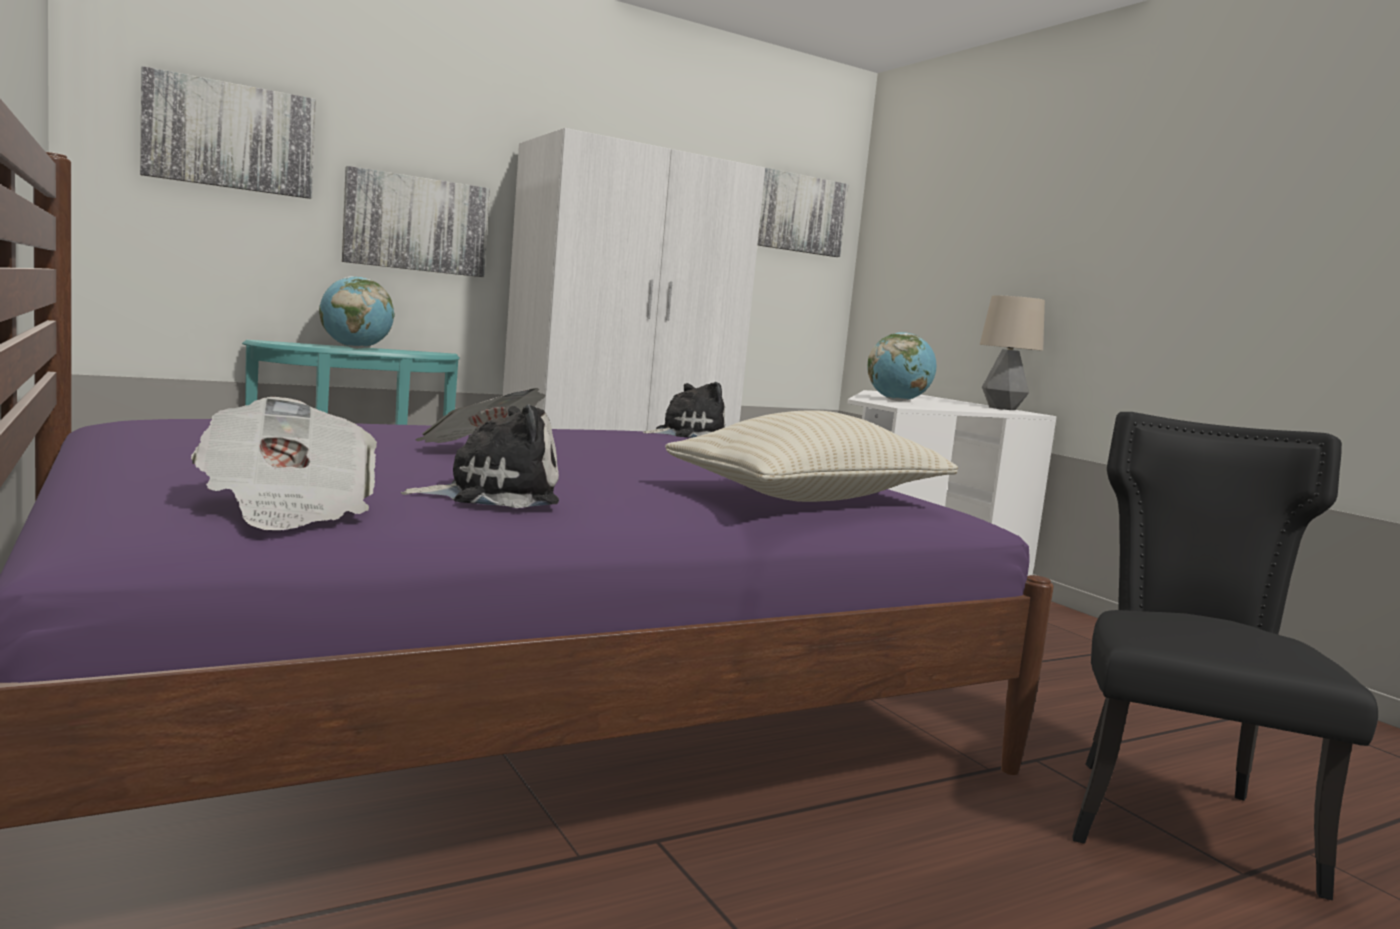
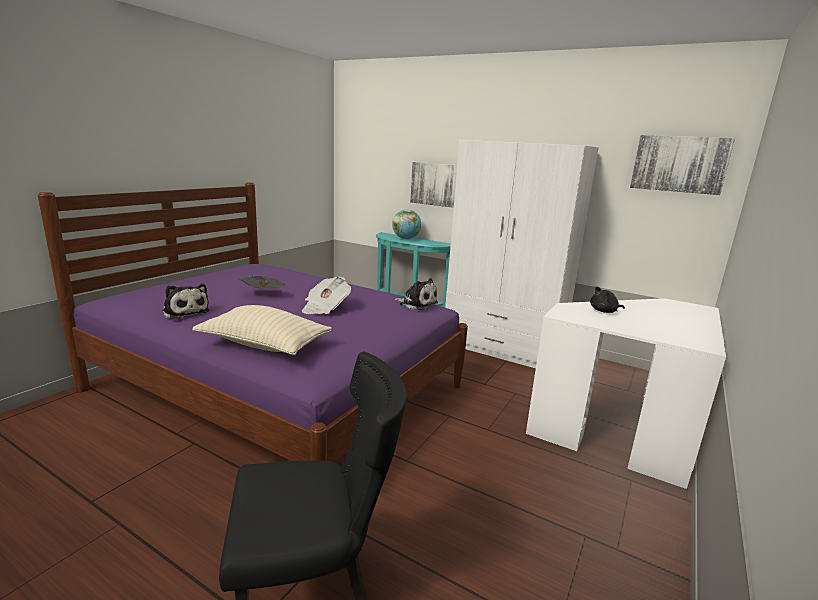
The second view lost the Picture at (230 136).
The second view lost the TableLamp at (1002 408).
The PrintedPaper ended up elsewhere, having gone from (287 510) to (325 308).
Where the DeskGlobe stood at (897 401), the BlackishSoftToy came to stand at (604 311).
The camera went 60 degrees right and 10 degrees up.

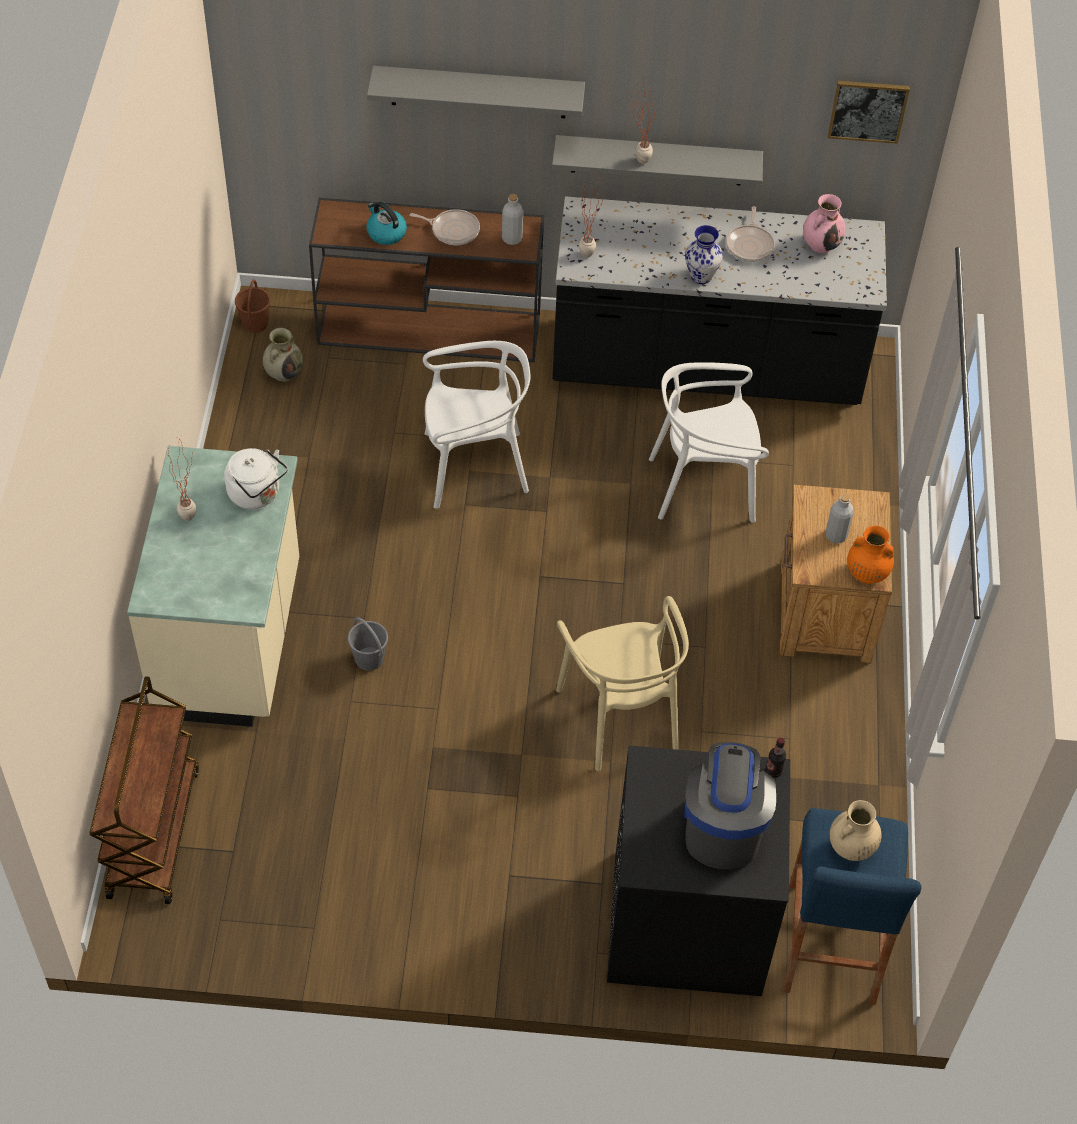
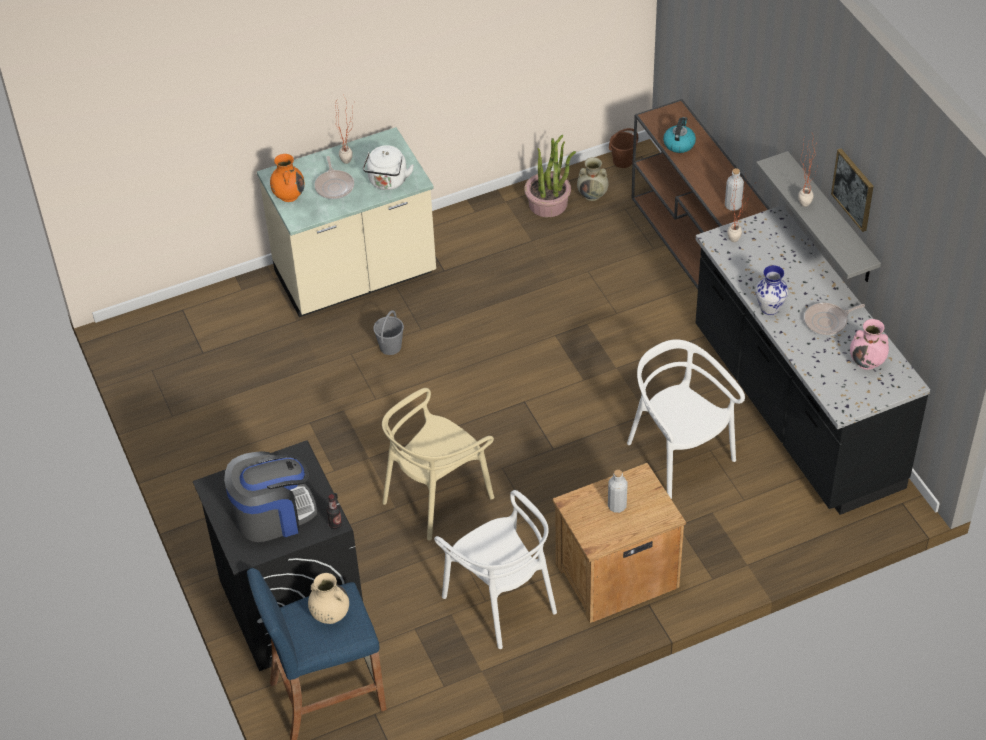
The second view lost the BrownColouredWheeledCart at (153 831).
The second view lost the GreyishBracketShelf at (478 92).
The second view gained the PlantInAPot at (548 204).
The Pan ended up elsewhere, having gone from (453 230) to (334 186).
The WhiteColouredUprightChair ended up elsewhere, having gone from (474 466) to (501 601).
The Picture ended up elsewhere, having gone from (868 110) to (853 189).
The OrangeColouredFlowerVase ended up elsewhere, having gone from (866 573) to (289 195).
The camera went 65 degrees right and 5 degrees down.

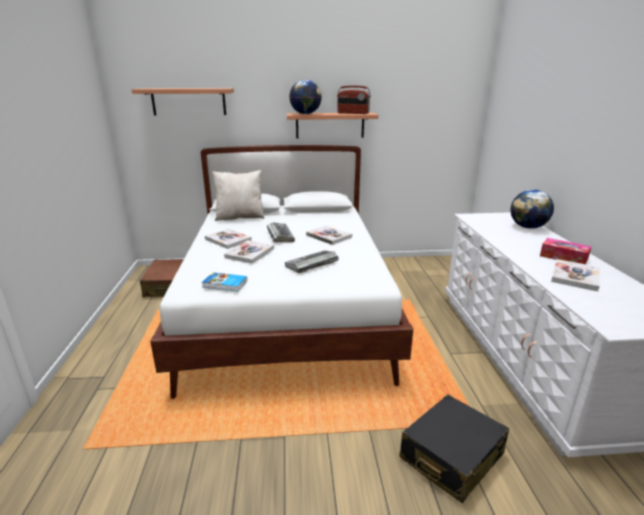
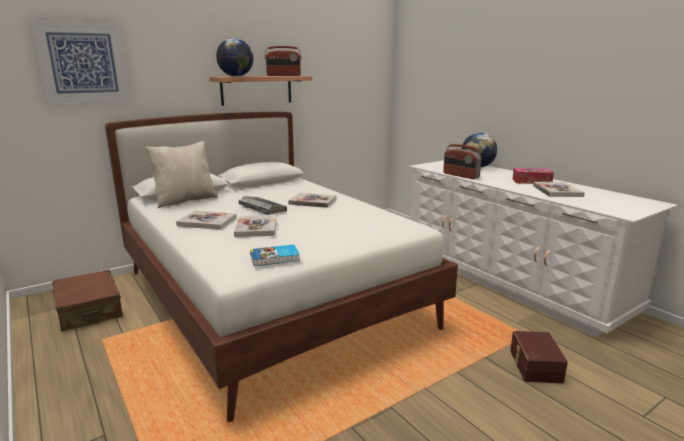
The second view lost the PcKeyboard at (311 265).
The second view gained the RadioReceiver at (460 175).
Where the BracketShelf hung at (188 101), the Picture came to hang at (83 62).
Where the BlackishPieceOfLuggage stood at (451 456), the BrownColouredStorageBox came to stand at (534 366).
The camera went 30 degrees left and 5 degrees down.

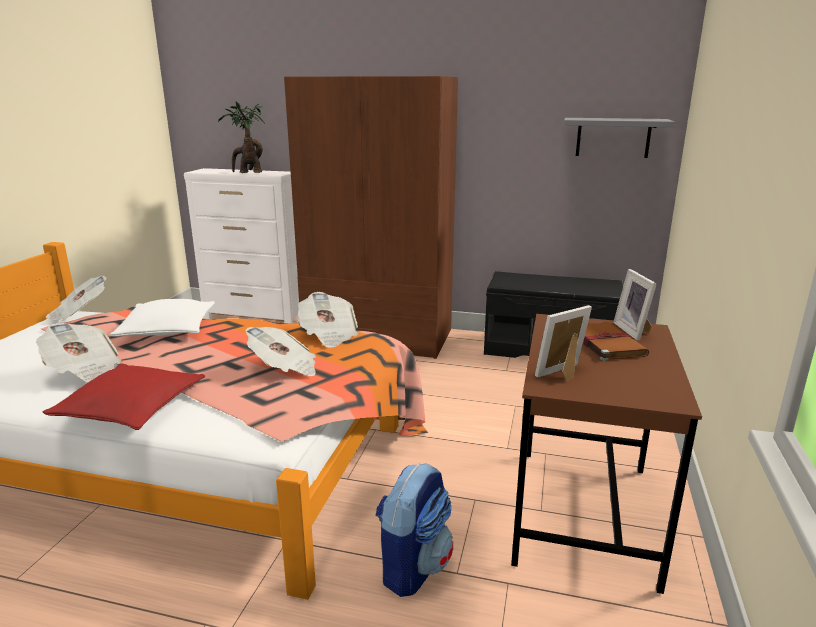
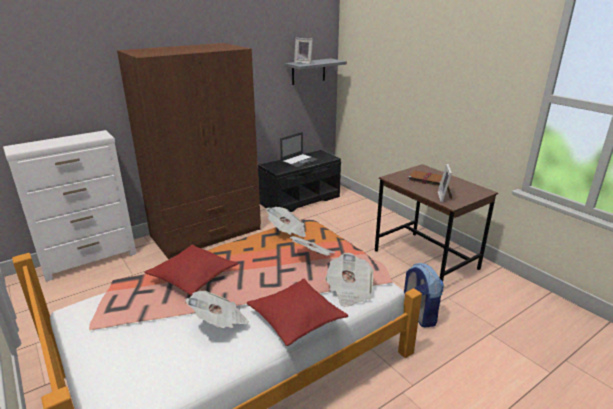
The second view lost the PlantInAPot at (248 173).
The second view gained the PortableComputer at (299 161).
The PrintedPaper ended up elsewhere, having gone from (79 313) to (349 291).
The PhotoFrame ended up elsewhere, having gone from (634 331) to (304 62).
What was the WhiteColouredThrowPillow at (167 329) turned into the RedColouredThrowPillow at (193 276).
The camera went 50 degrees left and 5 degrees up.

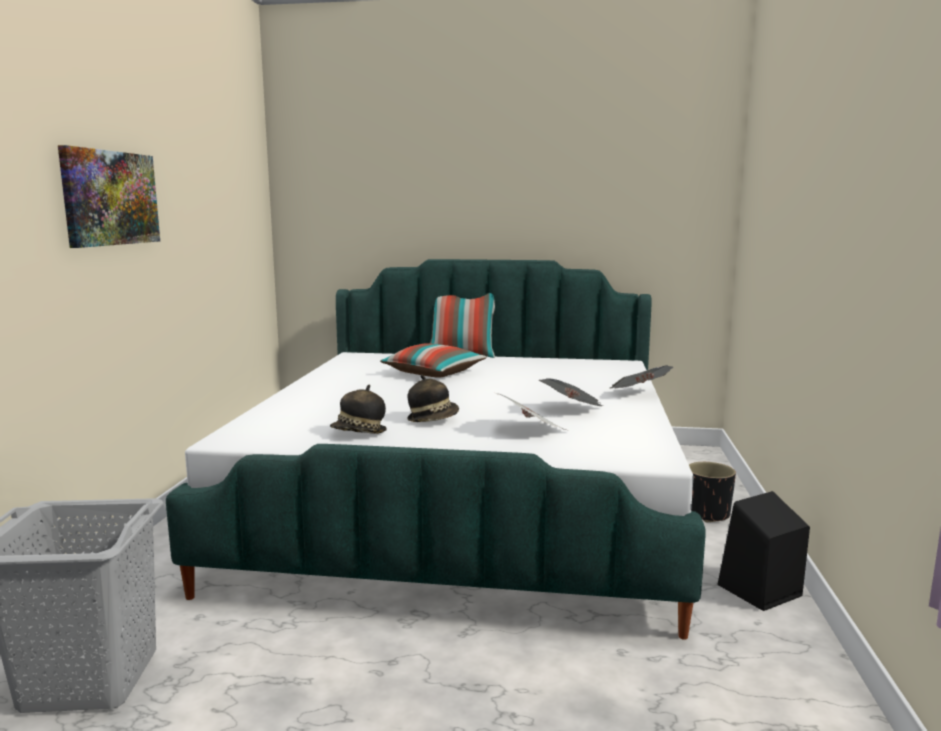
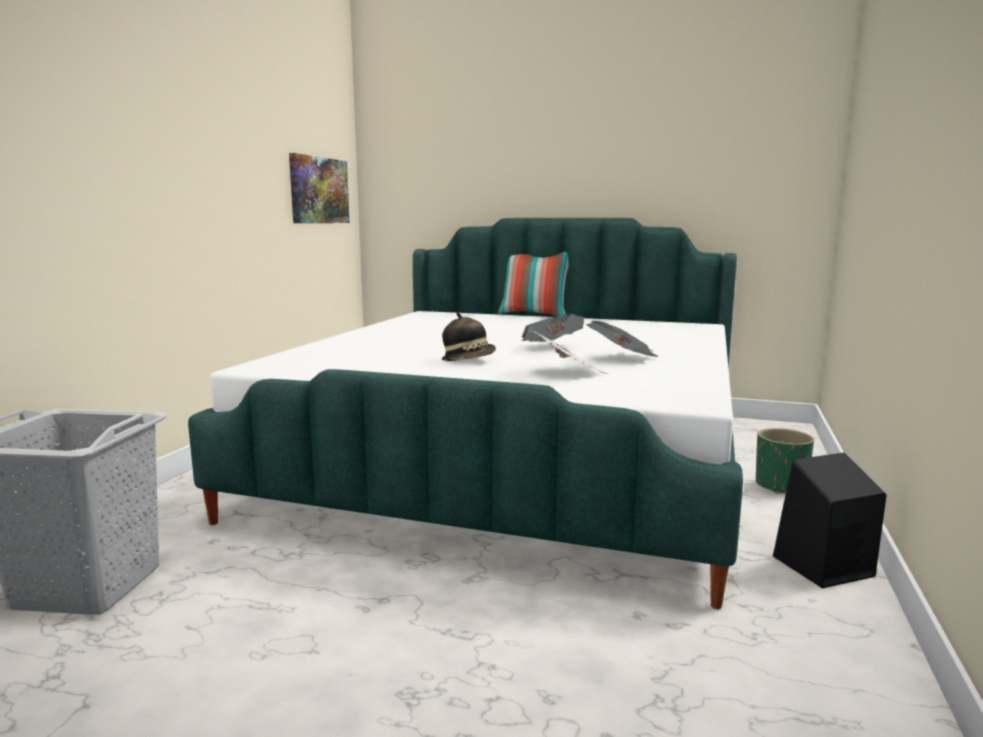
The second view lost the Hat at (359 433).
The second view lost the ThrowPillow at (433 373).
The Picture ended up elsewhere, having gone from (110 198) to (319 190).
The PrintedPaper ended up elsewhere, having gone from (639 394) to (551 347).
What was the BlackishPlanter at (708 514) turned into the GreenPlanter at (781 486).
The camera went 10 degrees right and 0 degrees up.

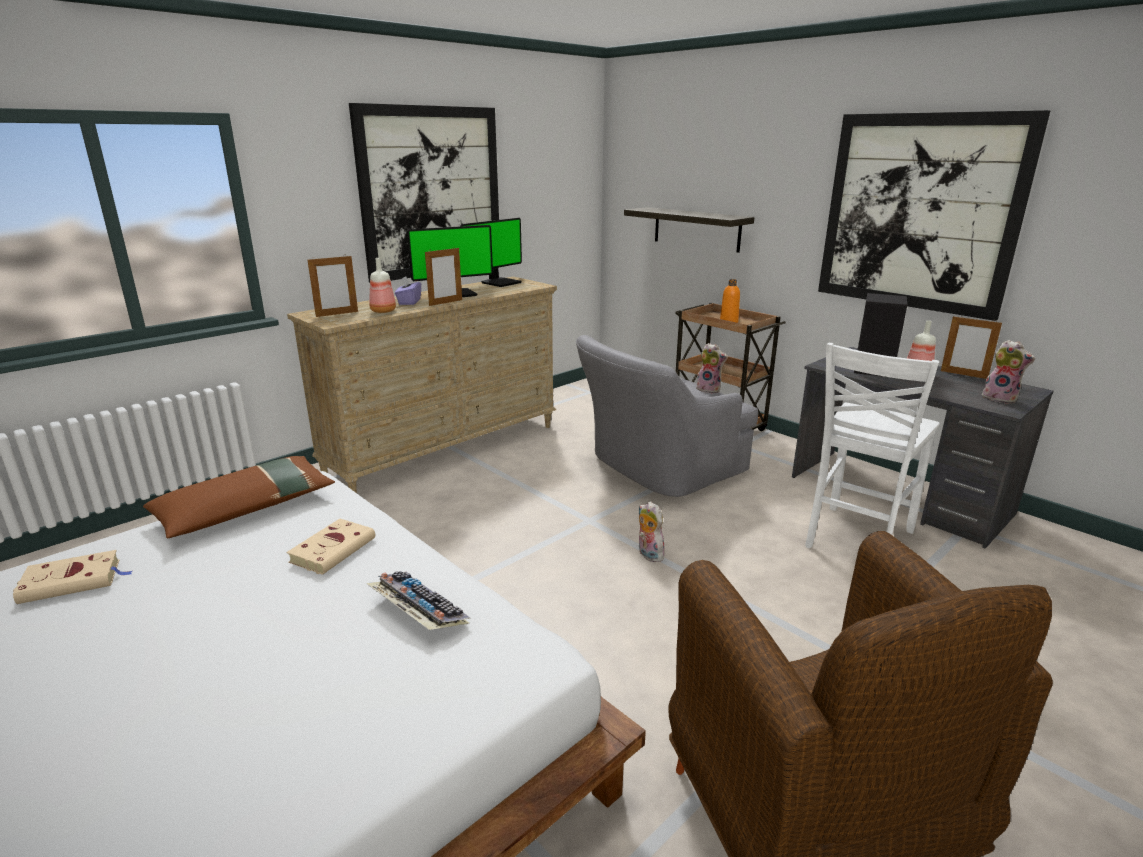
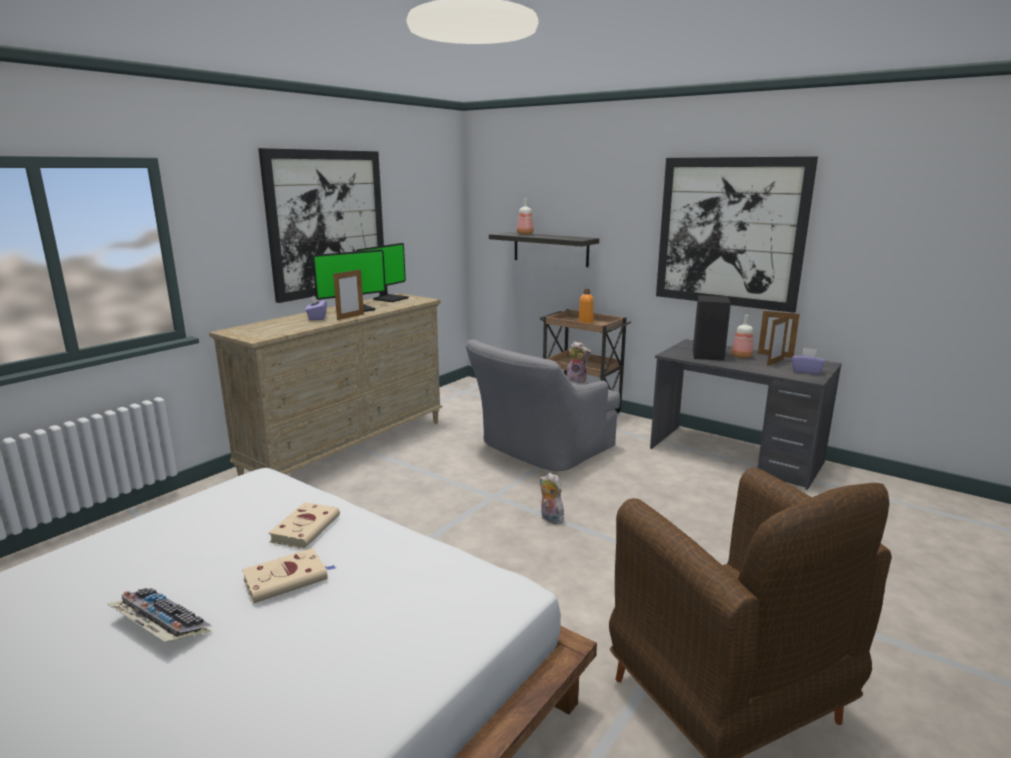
The second view lost the BrownColouredThrowPillow at (246 508).
The second view lost the WhiteColouredUprightChair at (855 539).
The BeigeVolume ended up elsewhere, having gone from (74 581) to (288 579).
The PhotoFrame ended up elsewhere, having gone from (337 314) to (775 362).
The PcKeyboard ended up elsewhere, having gone from (416 610) to (159 625).
The DrinkBottle ended up elsewhere, having gone from (383 311) to (525 234).
Where the SoftToy stood at (1000 398), the PurpleBoxOfTissues came to stand at (806 371).
The camera went 10 degrees left and 5 degrees down.

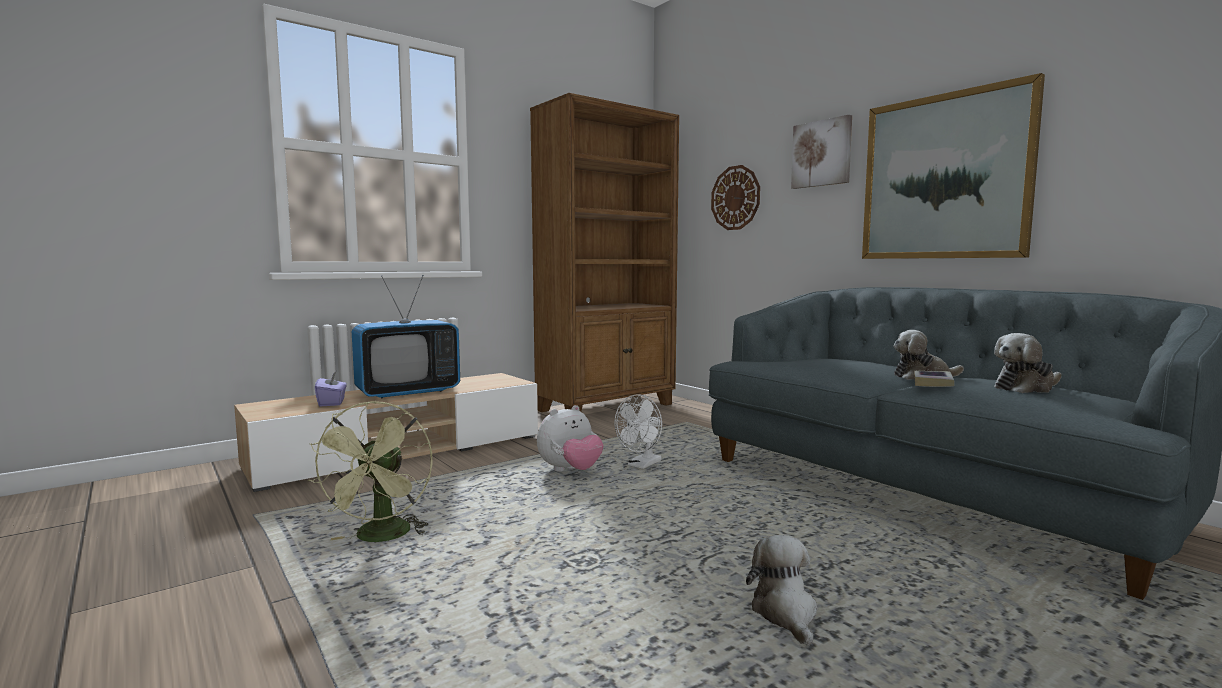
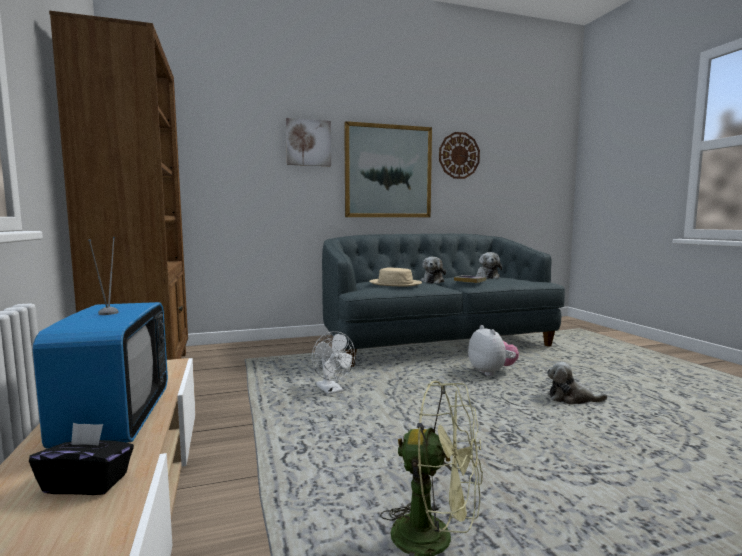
The second view gained the BeigeHat at (395 283).
The SoftToy ended up elsewhere, having gone from (570 471) to (491 372).
The ClockOnTheWall ended up elsewhere, having gone from (735 198) to (459 155).
What was the PurpleBoxOfTissues at (332 402) turned into the BlackishBoxOfTissues at (87 483).
The camera went 70 degrees left and 0 degrees up.

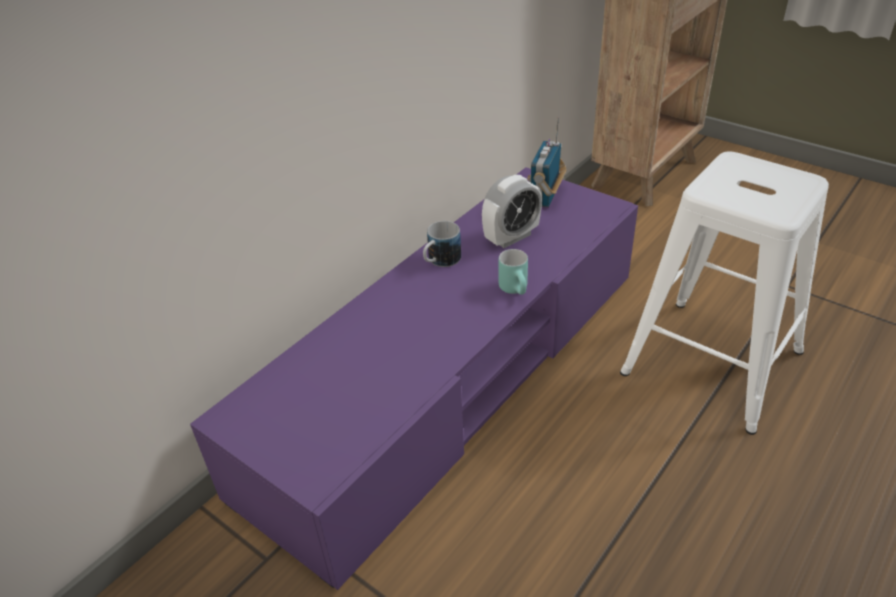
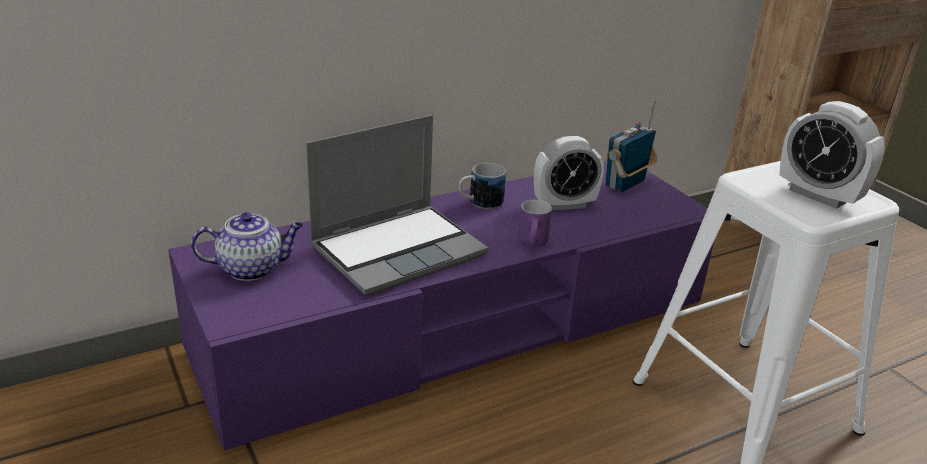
The second view gained the PotForTea at (252 268).
The second view gained the PortableComputer at (399 250).
The second view gained the TableClock at (818 195).
What was the TurquoiseMug at (517 290) turned into the PurpleMug at (534 244).
The camera went 20 degrees right and 10 degrees down.

